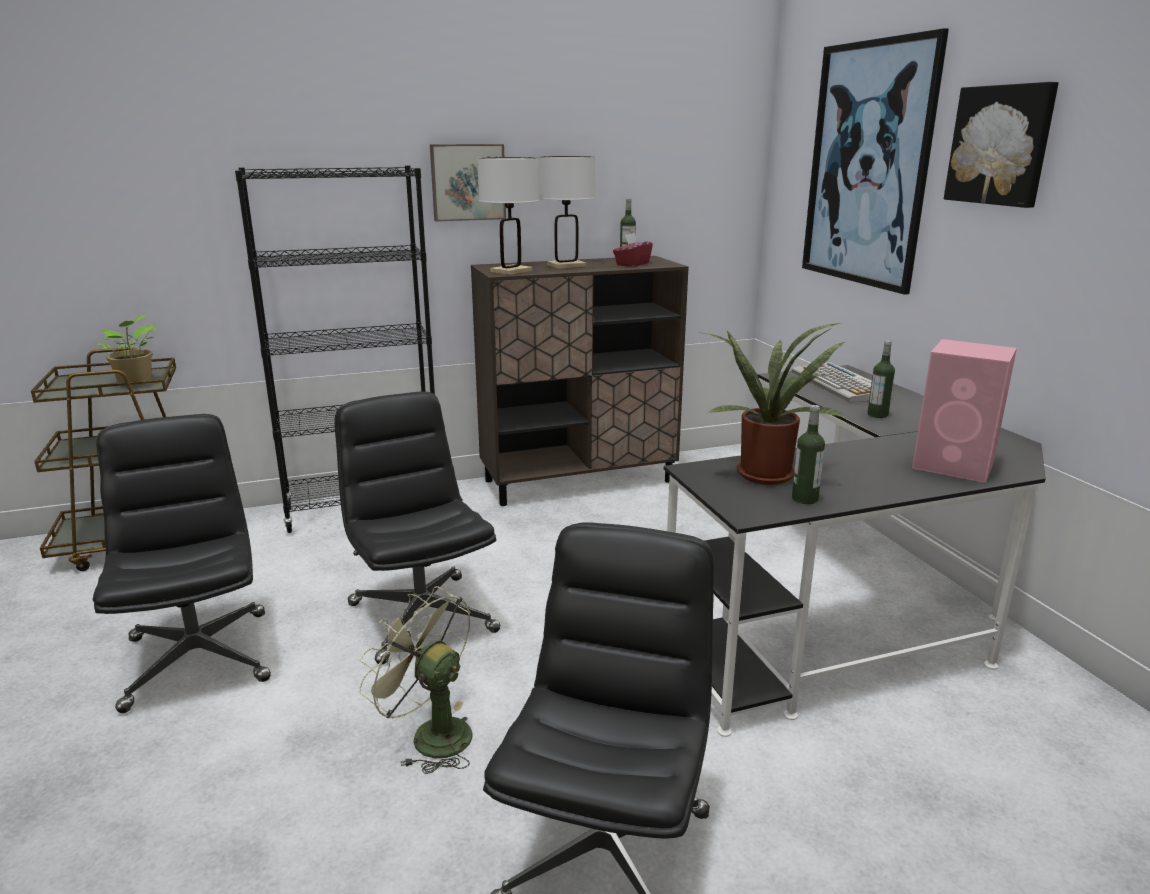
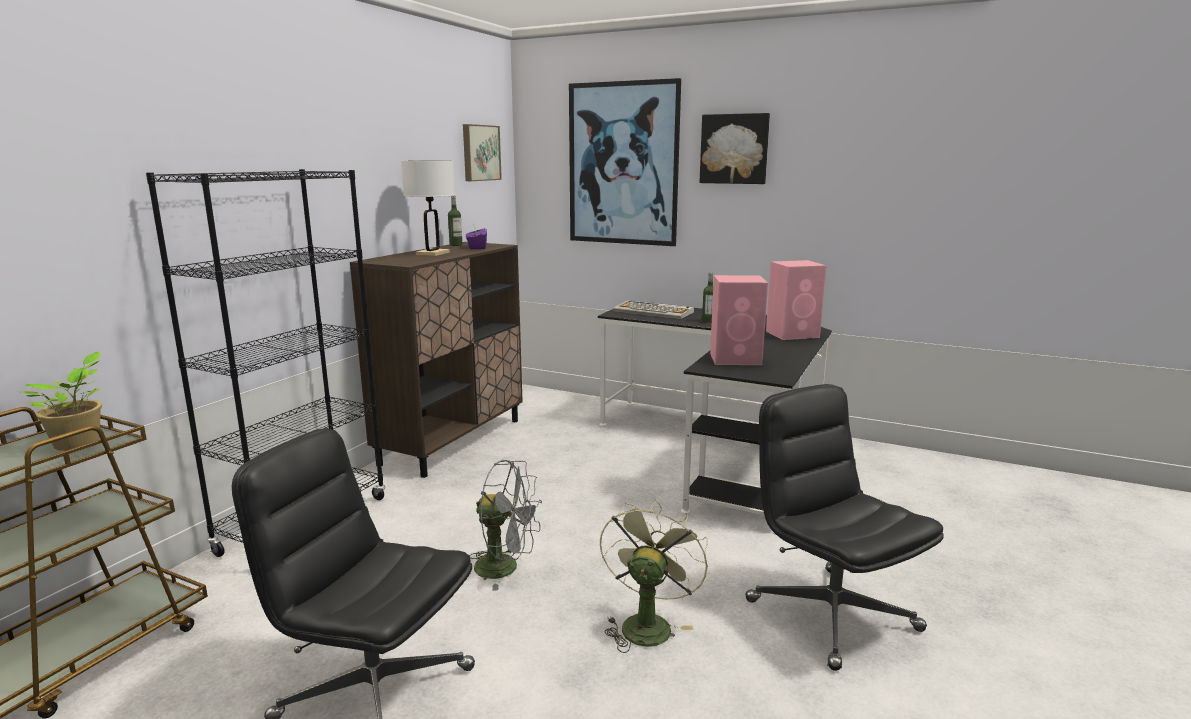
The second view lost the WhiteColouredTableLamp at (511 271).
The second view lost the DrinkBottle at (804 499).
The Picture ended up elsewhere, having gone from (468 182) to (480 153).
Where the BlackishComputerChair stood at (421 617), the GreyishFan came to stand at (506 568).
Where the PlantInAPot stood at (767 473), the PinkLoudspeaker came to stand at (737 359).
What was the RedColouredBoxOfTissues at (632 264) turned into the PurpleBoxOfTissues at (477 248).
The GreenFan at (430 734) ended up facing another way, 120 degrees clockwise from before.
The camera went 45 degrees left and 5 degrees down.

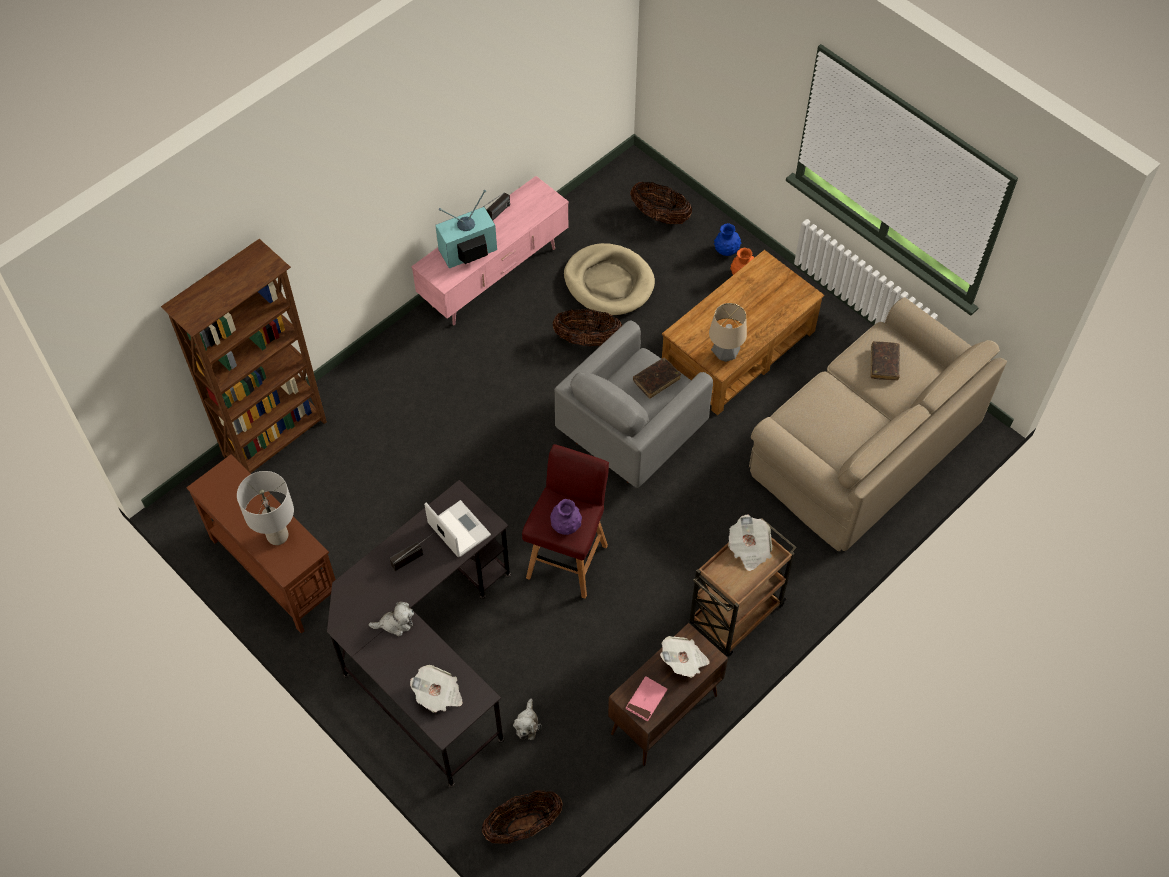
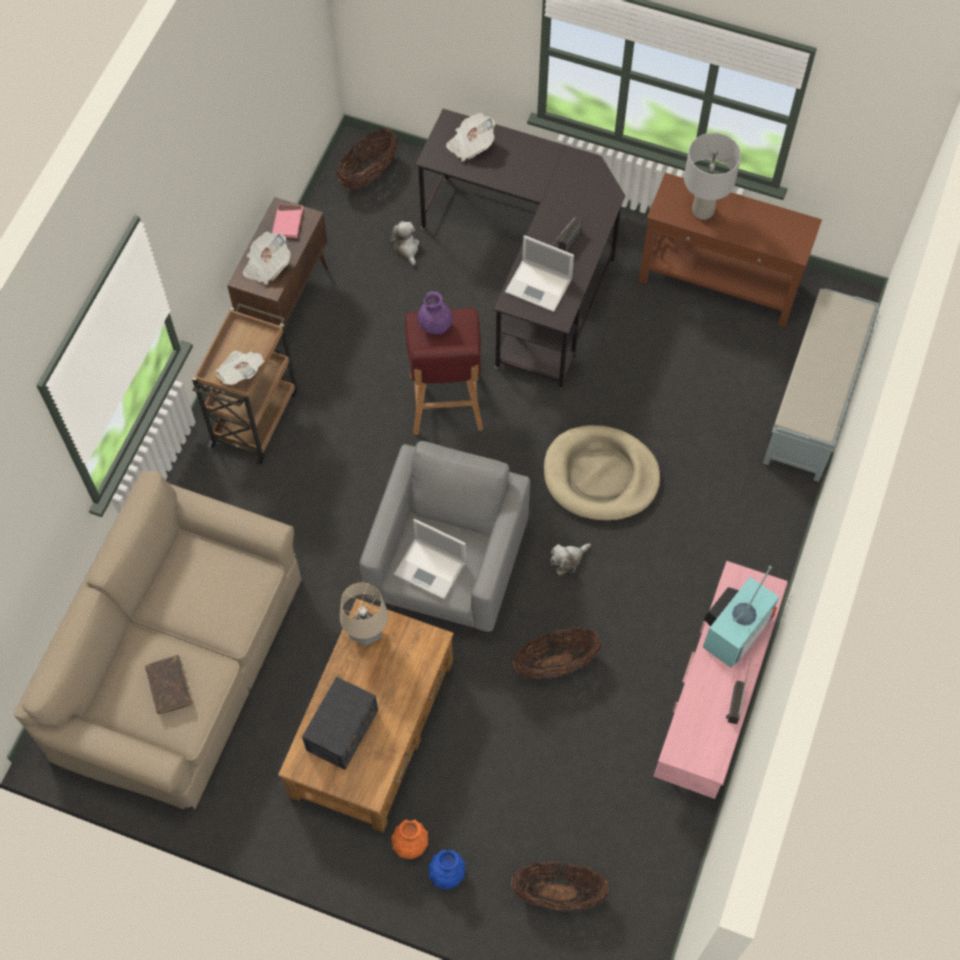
The second view gained the RadioReceiver at (342 730).
The SoftToy ended up elsewhere, having gone from (395 623) to (567 560).
The BeigePetBed ended up elsewhere, having gone from (609 282) to (600 476).
Where the BrownColouredBookshelf stood at (276 439), the GreyishLongSeat came to stand at (813 403).
Where the BrownColouredVolume stood at (656 380), the PortableComputer came to stand at (431 568).
The camera went 155 degrees right and 5 degrees up.

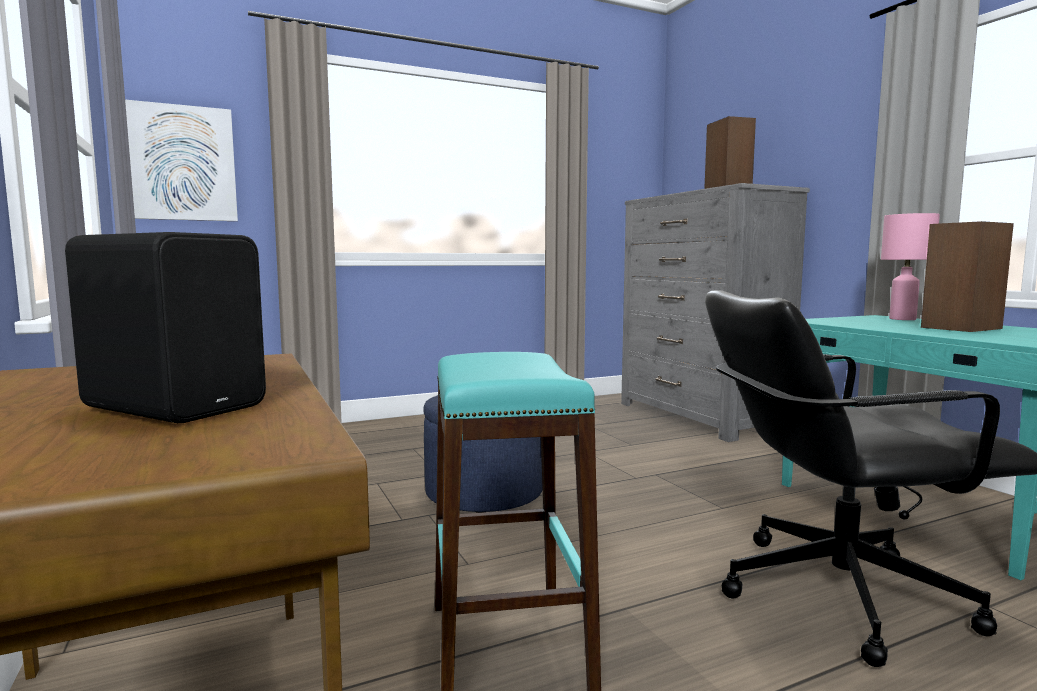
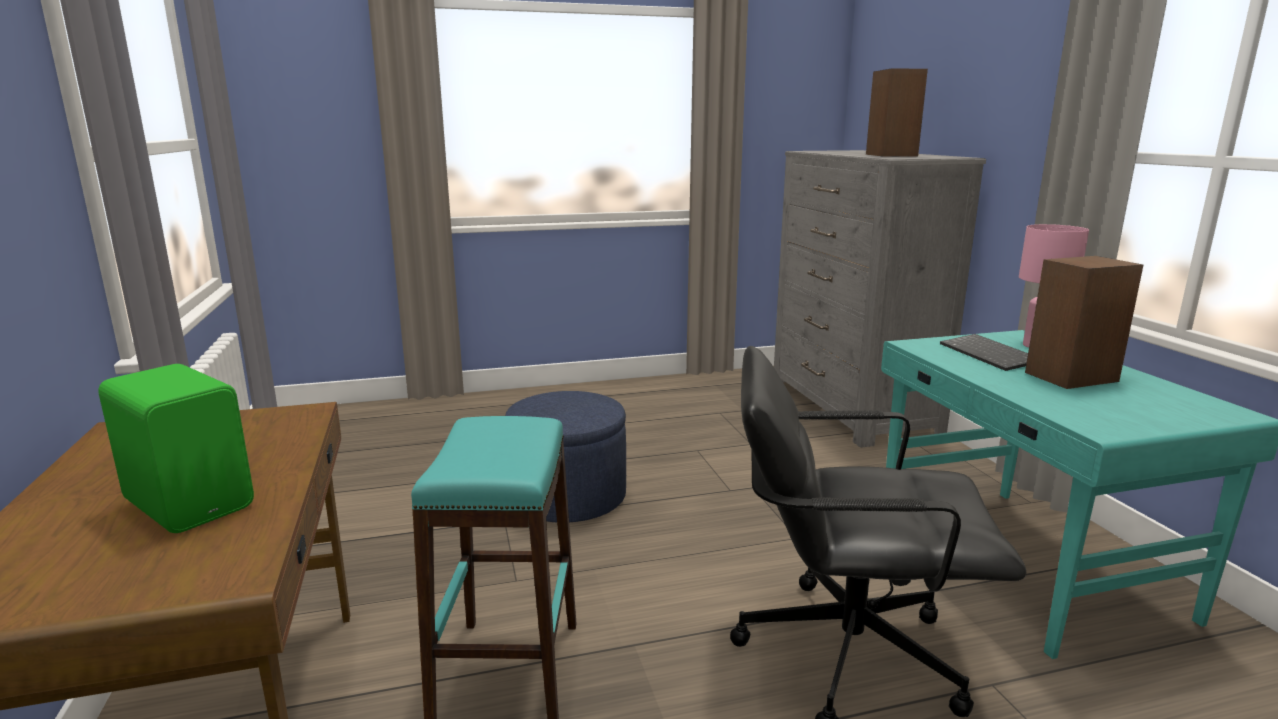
The second view lost the Picture at (183 163).
The second view gained the PcKeyboard at (991 355).
What was the BlackishLoudspeaker at (177 406) turned into the GreenLoudspeaker at (192 502).
The camera went 10 degrees right and 10 degrees up.

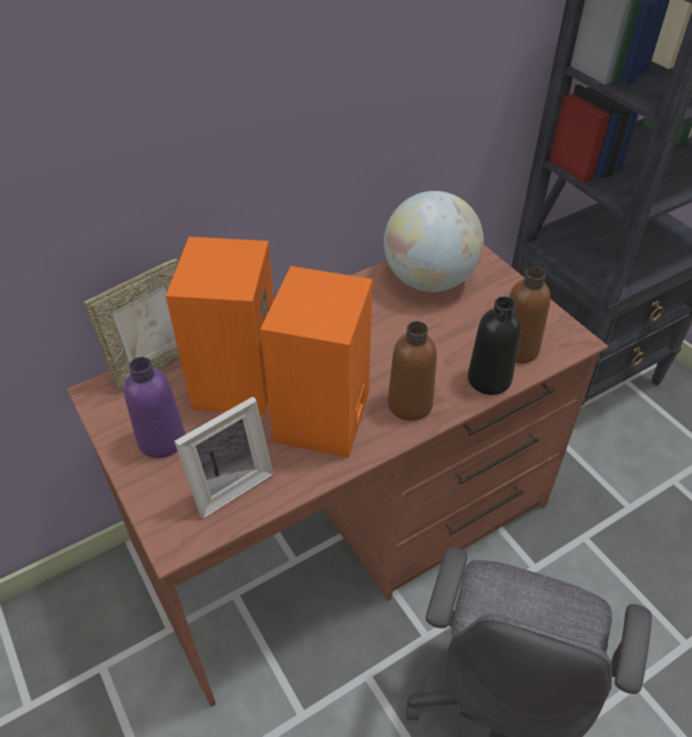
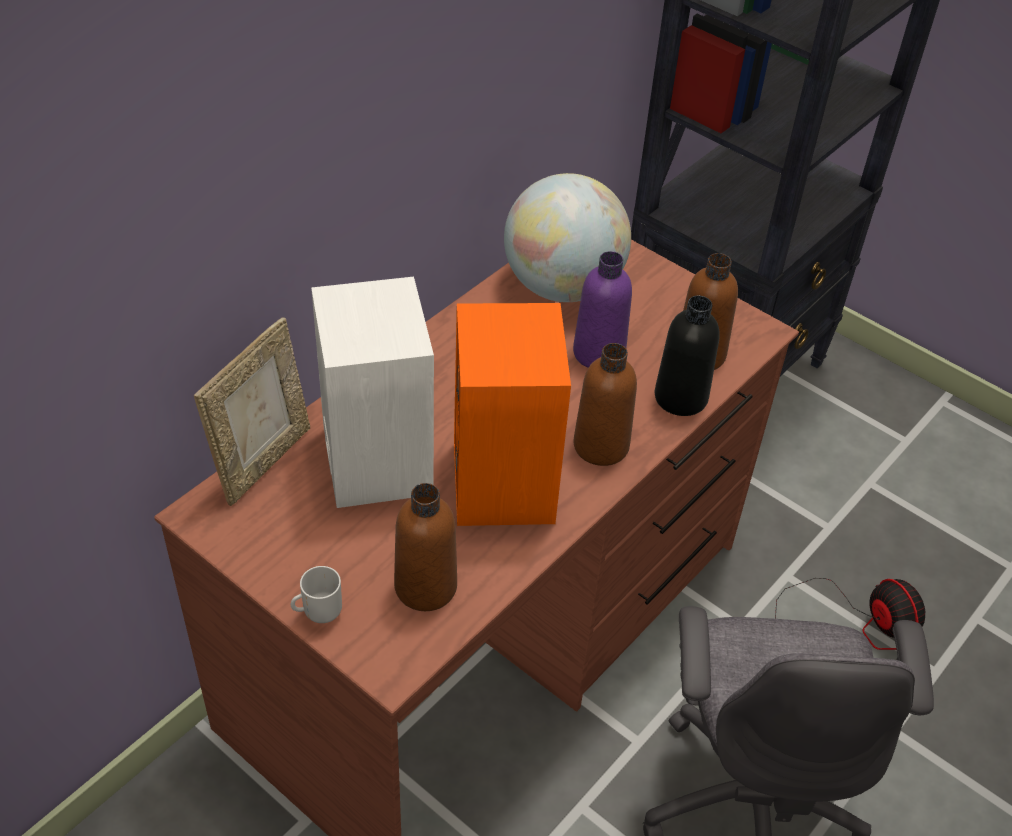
The second view gained the Mug at (319 612).
The second view gained the Fan at (854 623).
The PurpleDrinkBottle ended up elsewhere, having gone from (162 440) to (598 353).
Where the PhotoFrame stood at (228 484), the BrownColouredDrinkBottle came to stand at (425 587).
What was the OrangeColouredLoudspeaker at (235 379) turned into the WhiteColouredLoudspeaker at (374 458).
The camera went 20 degrees left and 0 degrees up.

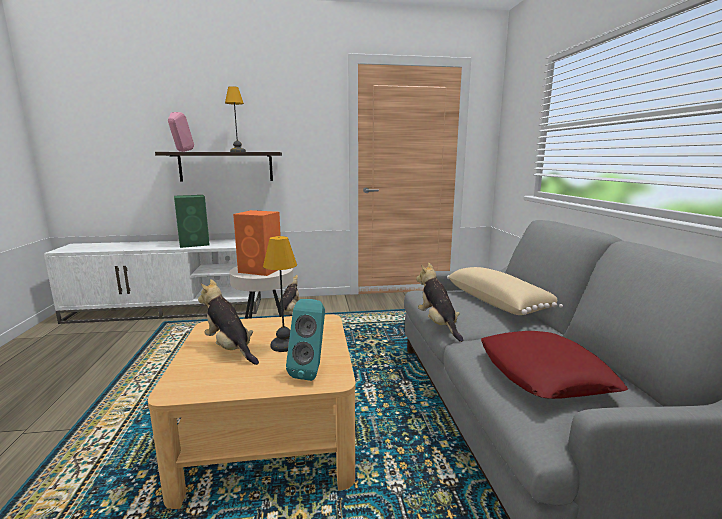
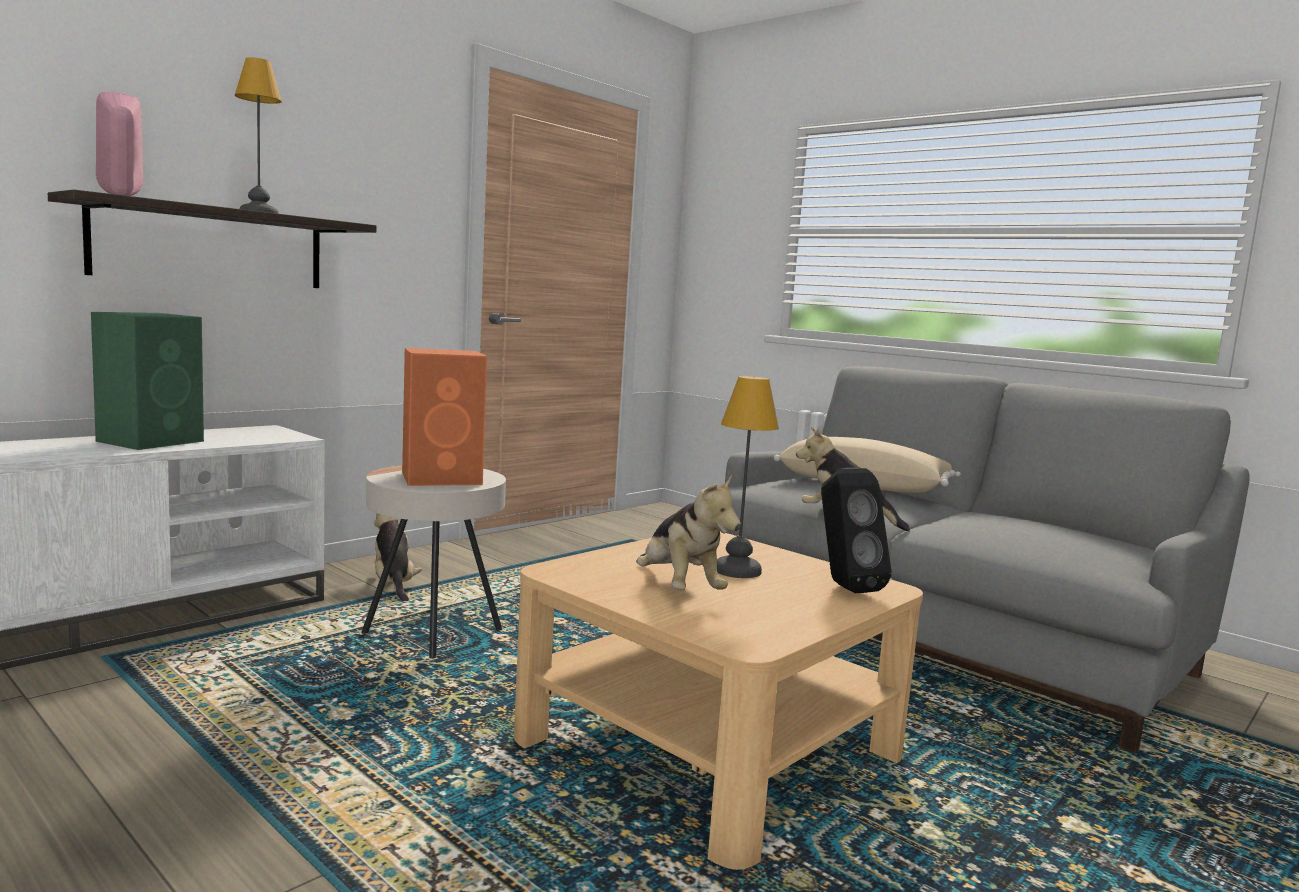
The second view lost the RedColouredThrowPillow at (544 373).
What was the TurquoiseLoudspeaker at (311 371) turned into the BlackishLoudspeaker at (843 586).
The SoftToy at (230 349) ended up facing another way, 120 degrees counterclockwise from before.
The camera went 40 degrees left and 5 degrees down.

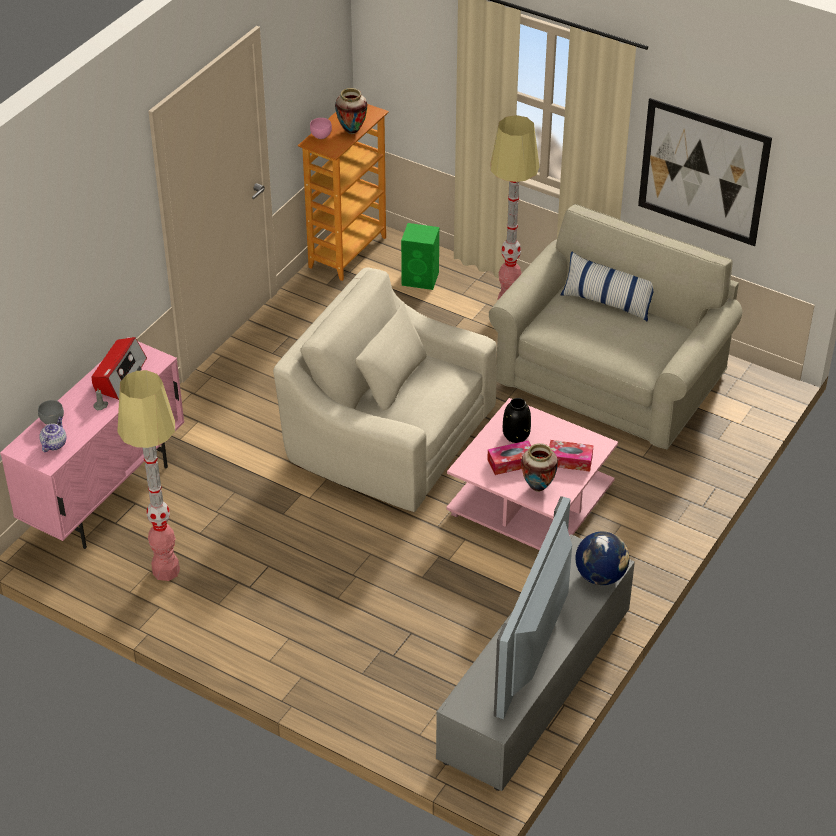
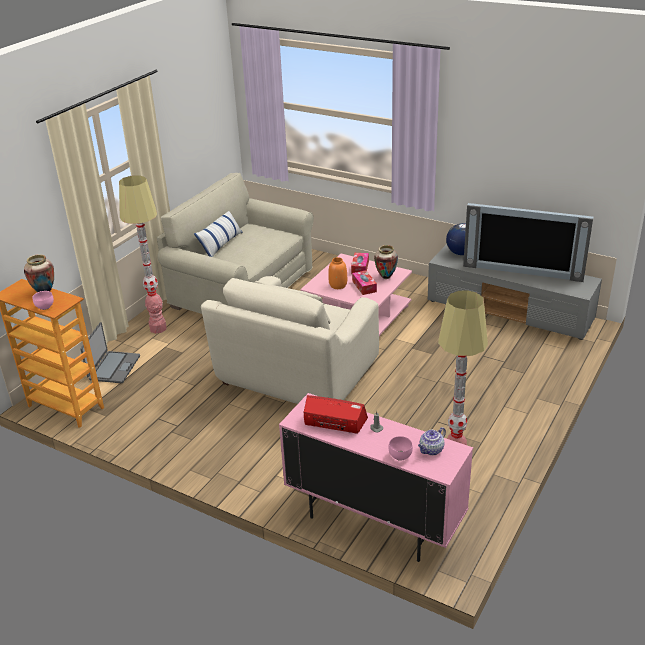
The second view lost the Picture at (703 172).
Where the GreenLoudspeaker stood at (421 279), the PortableComputer came to stand at (113 368).
What was the GreyishServingBowl at (53 420) turned into the PinkServingBowl at (400 455).
What was the BlackishFlowerVase at (515 435) turned into the OrangeColouredFlowerVase at (337 285).
The PotForTea at (54 444) ended up facing another way, 60 degrees counterclockwise from before.
The camera went 90 degrees left and 10 degrees down.

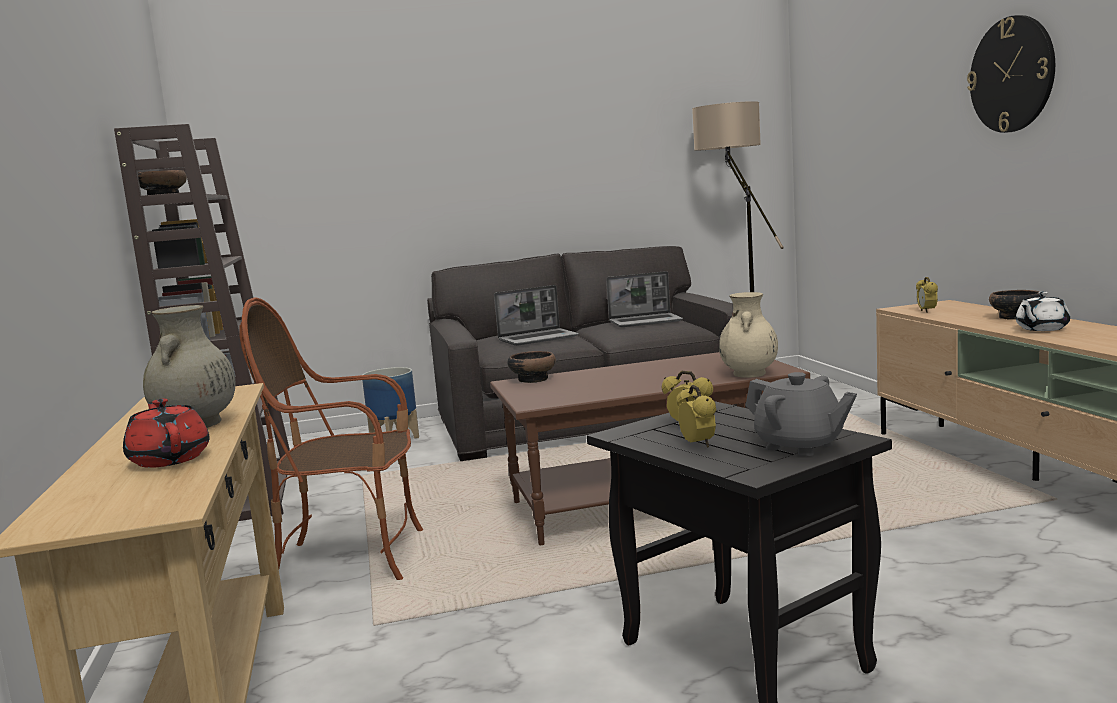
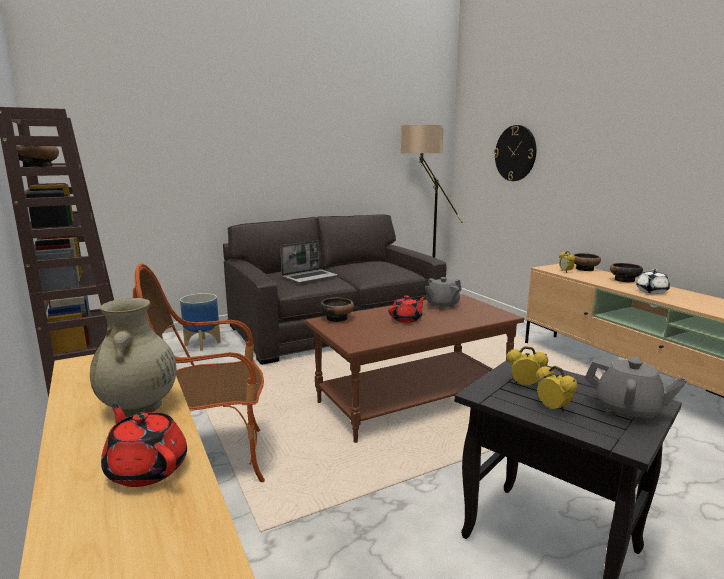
The second view lost the PortableComputer at (646 321).
The second view lost the BeigeFlowerVase at (749 374).
The second view gained the RedColouredPotForTea at (407 319).
The second view gained the GreyishPotForTea at (442 305).
The second view gained the ServingBowl at (585 269).
The ClockOnTheWall ended up elsewhere, having gone from (1012 74) to (515 153).
The camera went 15 degrees left and 5 degrees up.

